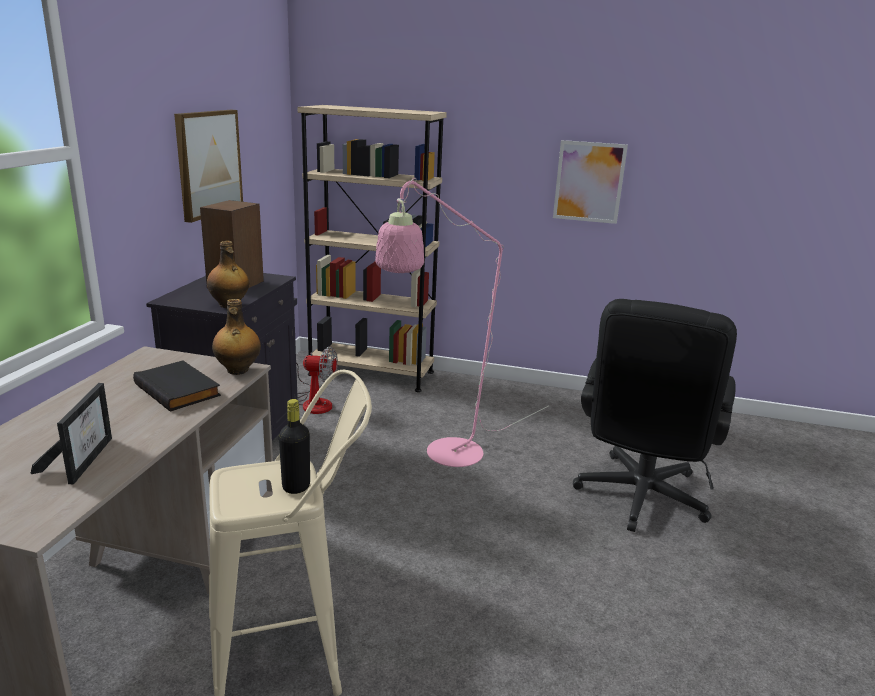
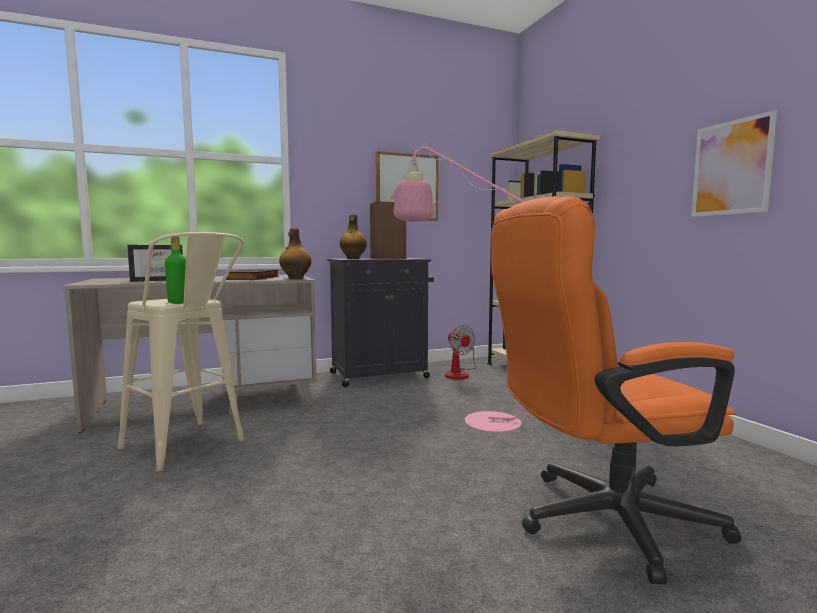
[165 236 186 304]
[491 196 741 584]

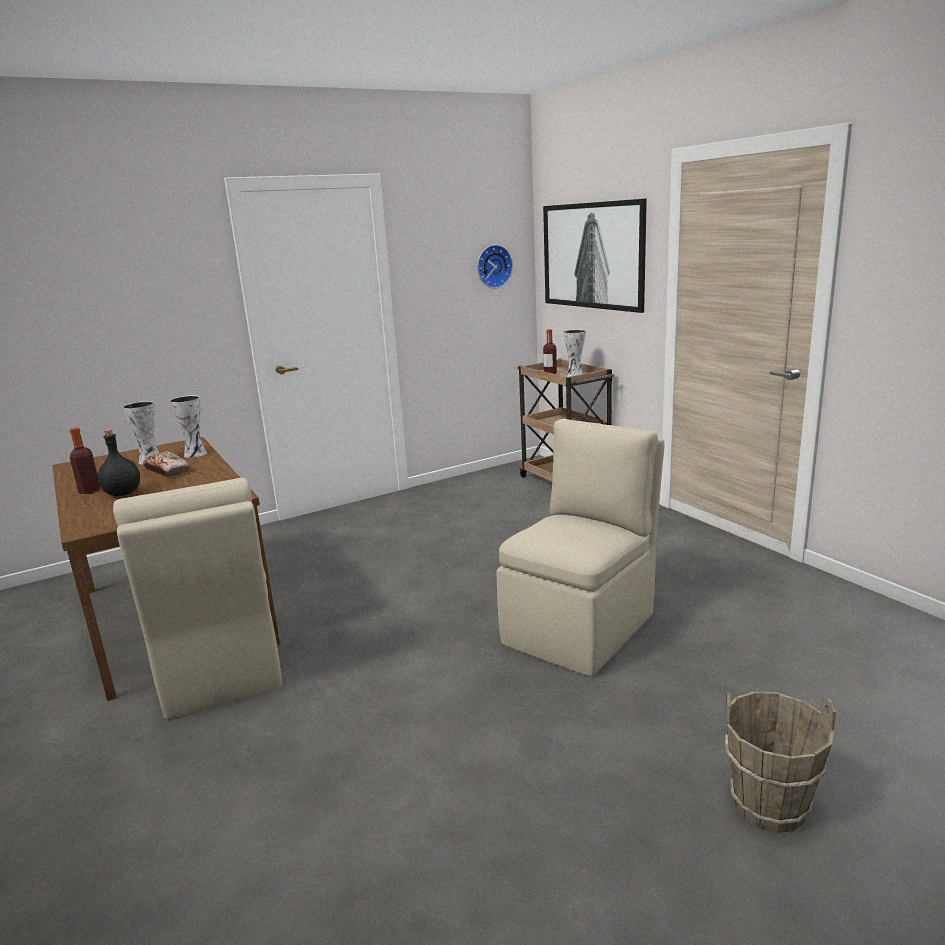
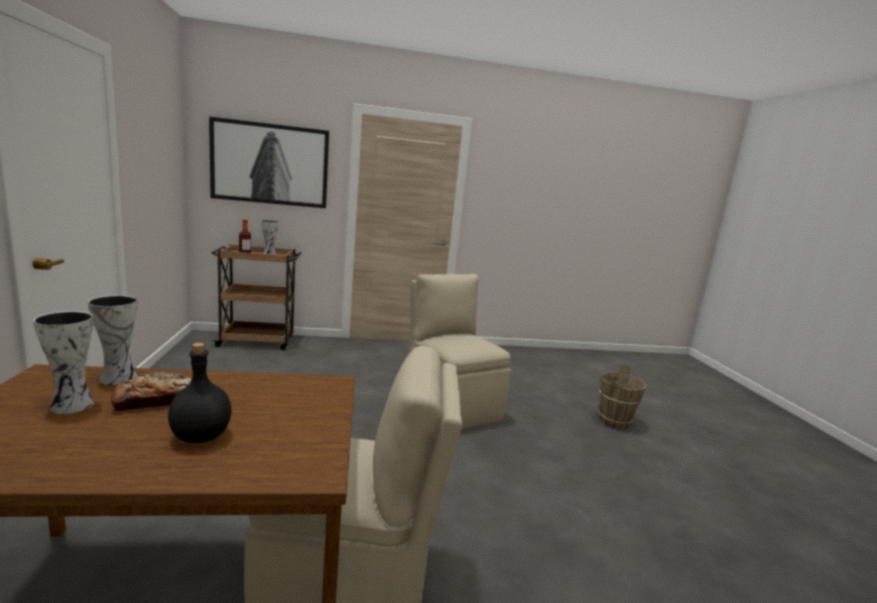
[70 427 100 494] (first image)
[477 245 513 289] (first image)

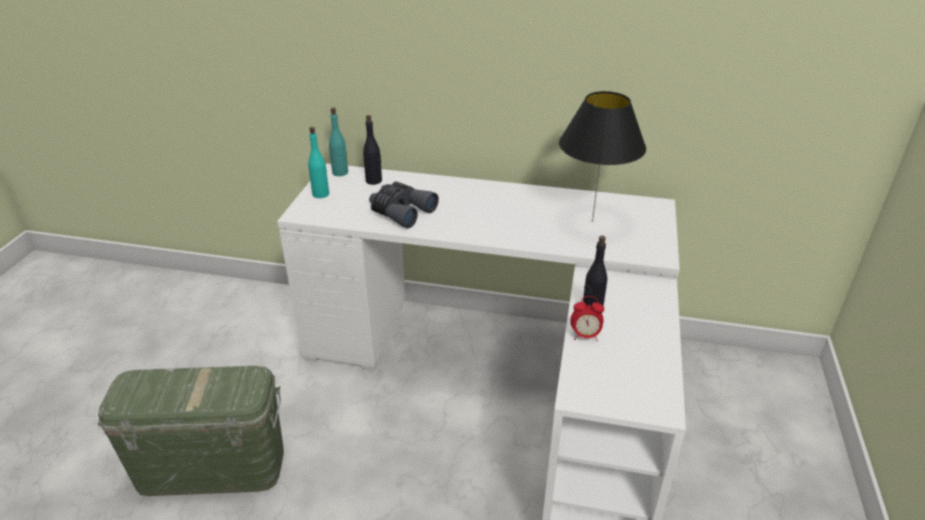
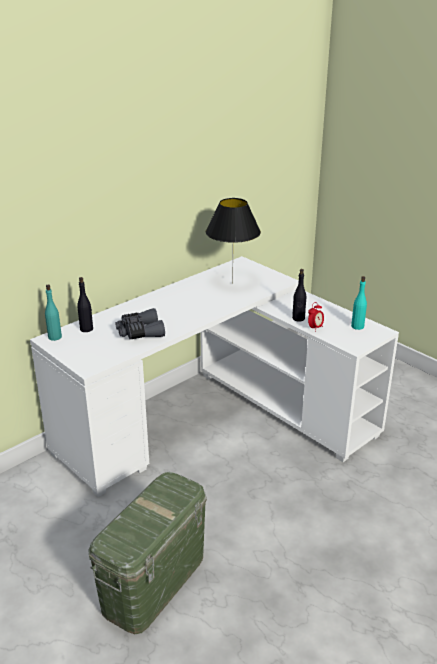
[351 276 367 330]

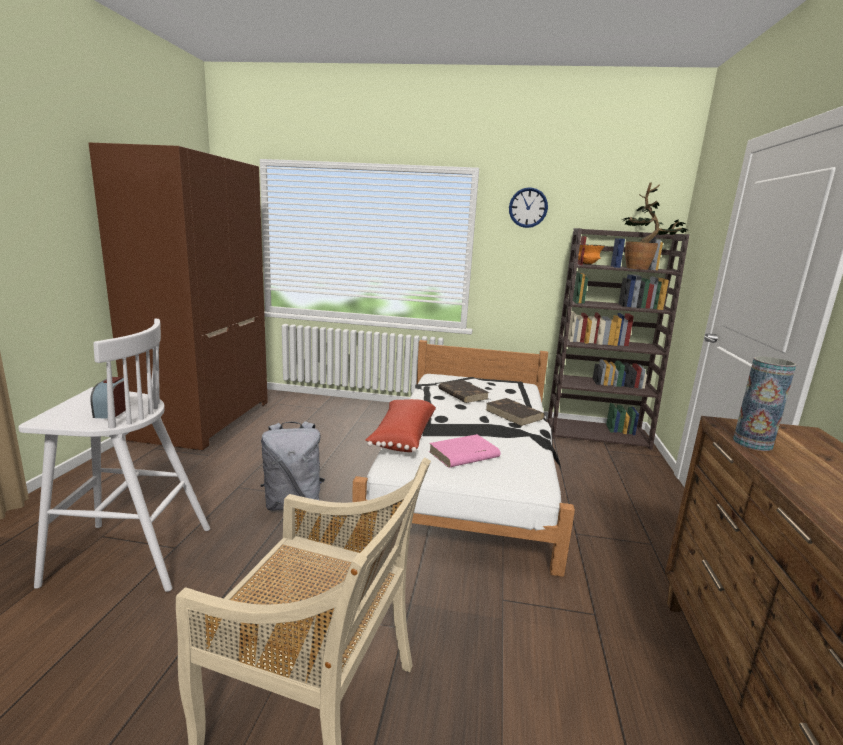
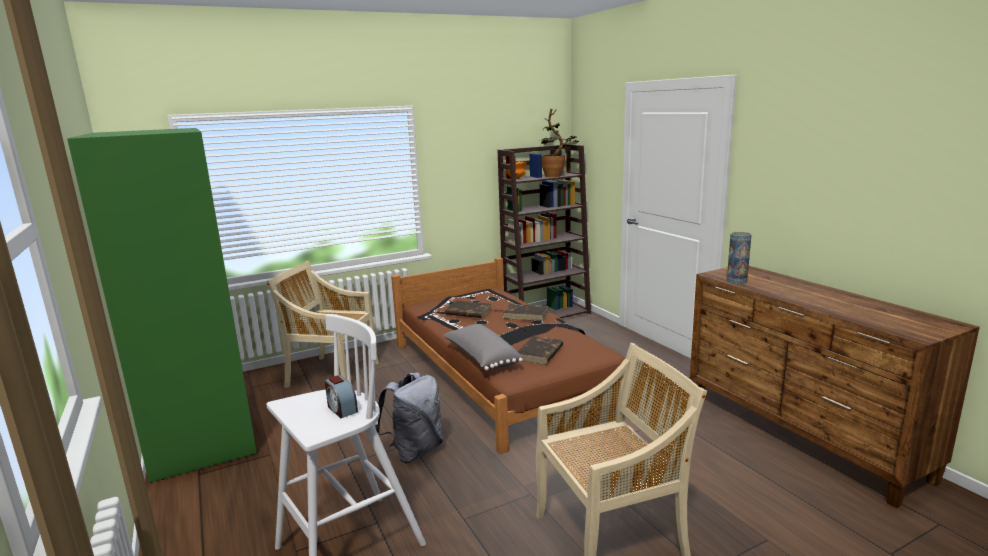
[509 187 548 228] (first image)
[266 261 379 388]
[67 128 257 483]
[391 257 625 454]
[443 324 523 370]
[518 336 563 365]

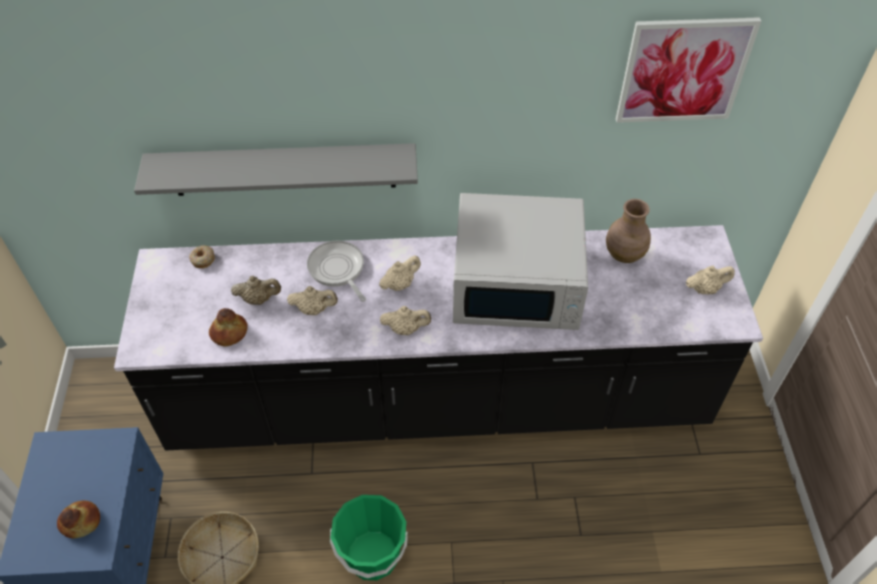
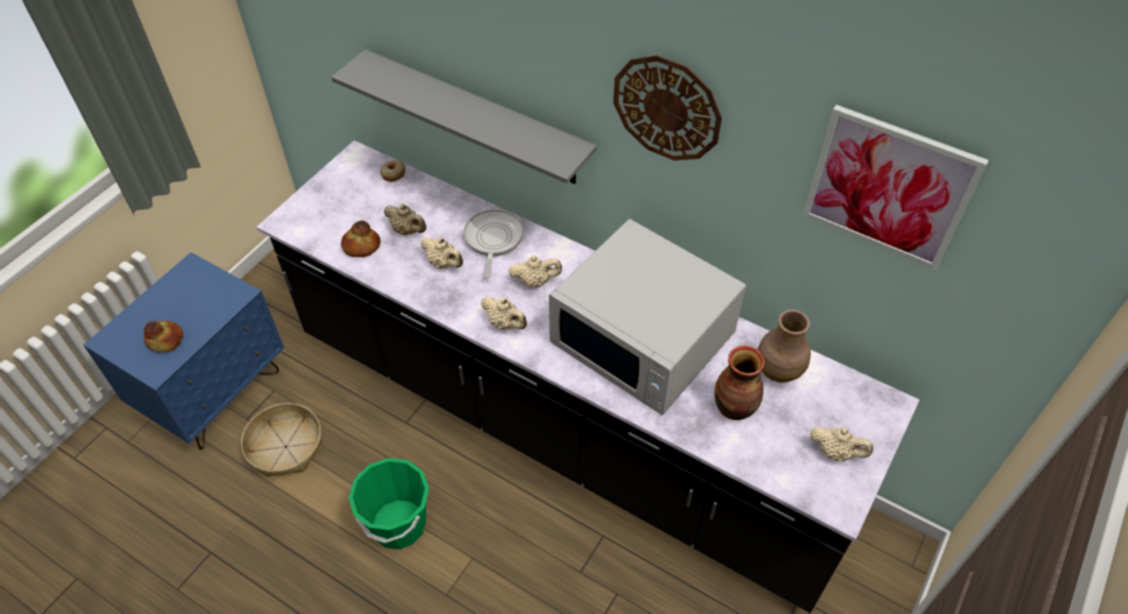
[613 55 722 161]
[714 345 765 420]

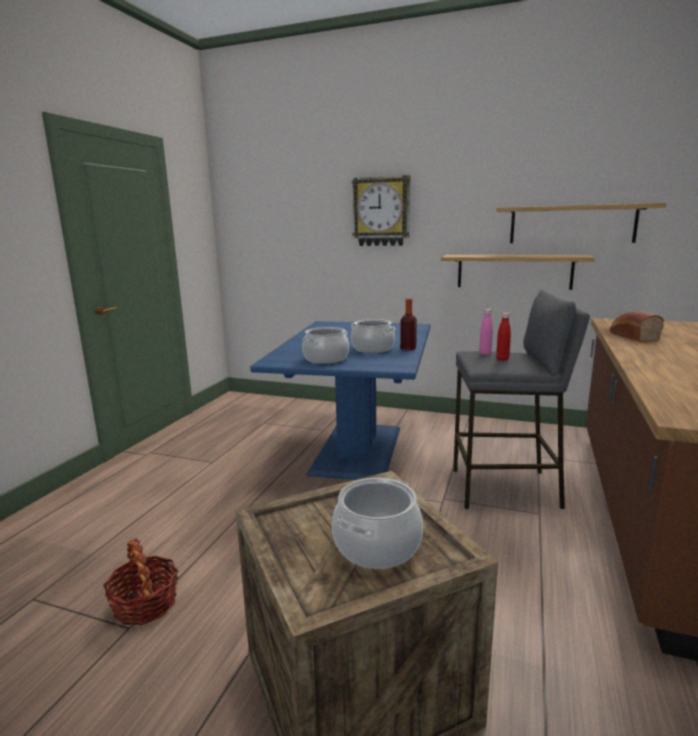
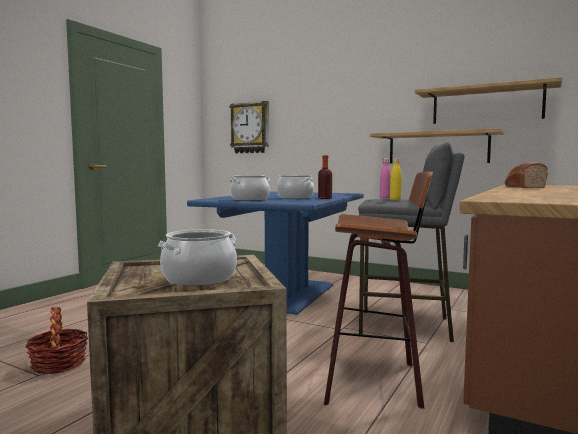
[324 172 433 409]
[229 101 269 153]
[390 158 402 200]

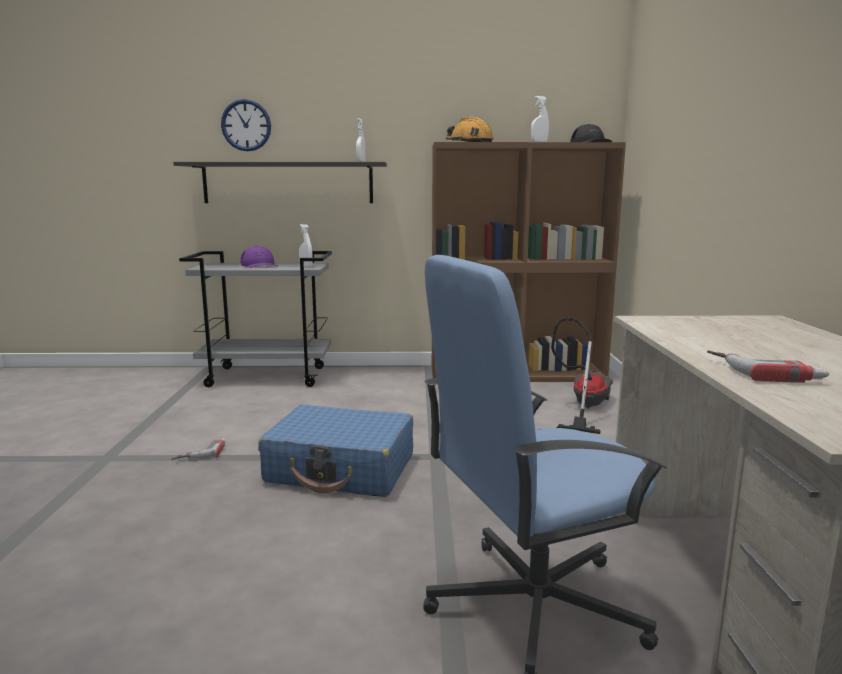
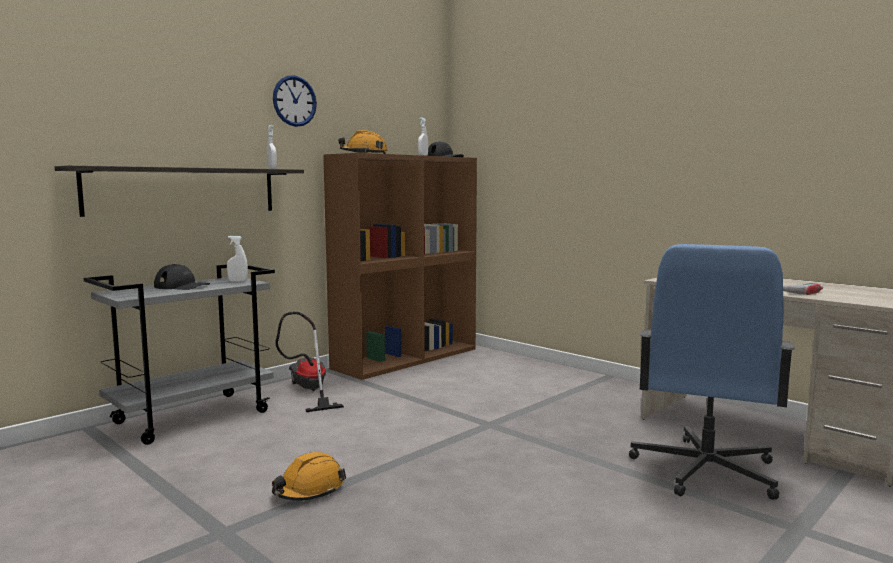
[258 404 413 497] (first image)
[273 75 317 127]
[275 312 344 412]
[272 452 346 500]
[154 264 210 290]

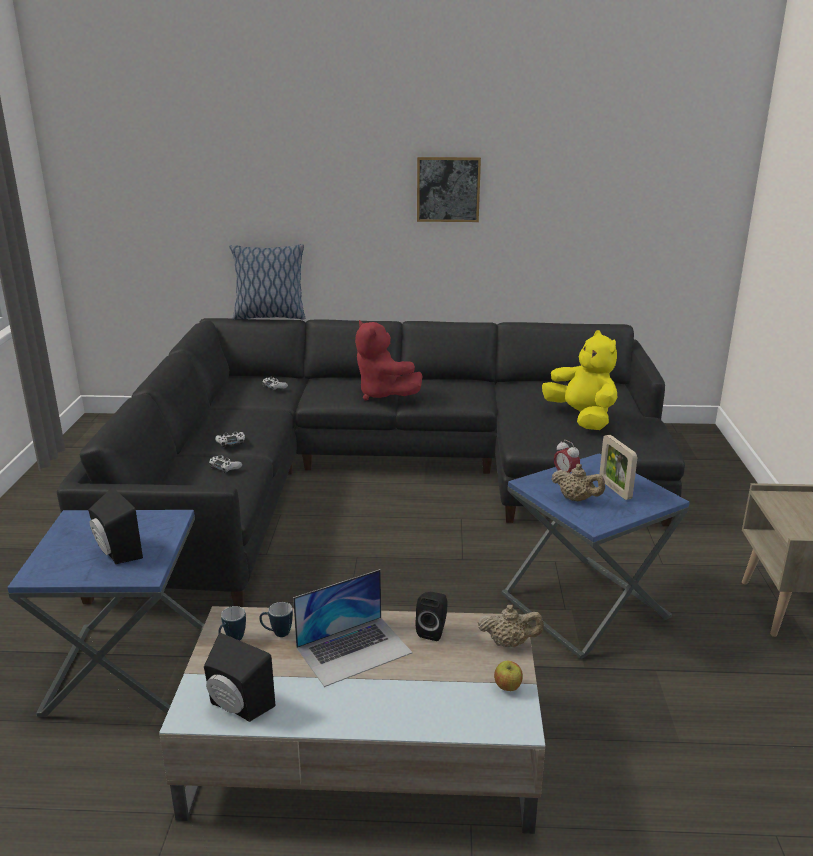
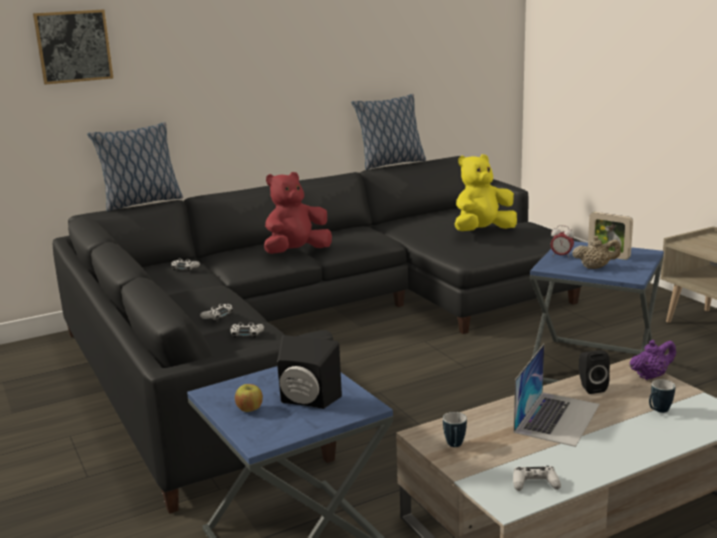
[351 94 426 170]
[649 379 675 413]
[33 10 113 85]
[235 384 263 412]
[513 466 561 491]
[629 340 676 380]
[264 172 332 254]
[455 154 517 231]

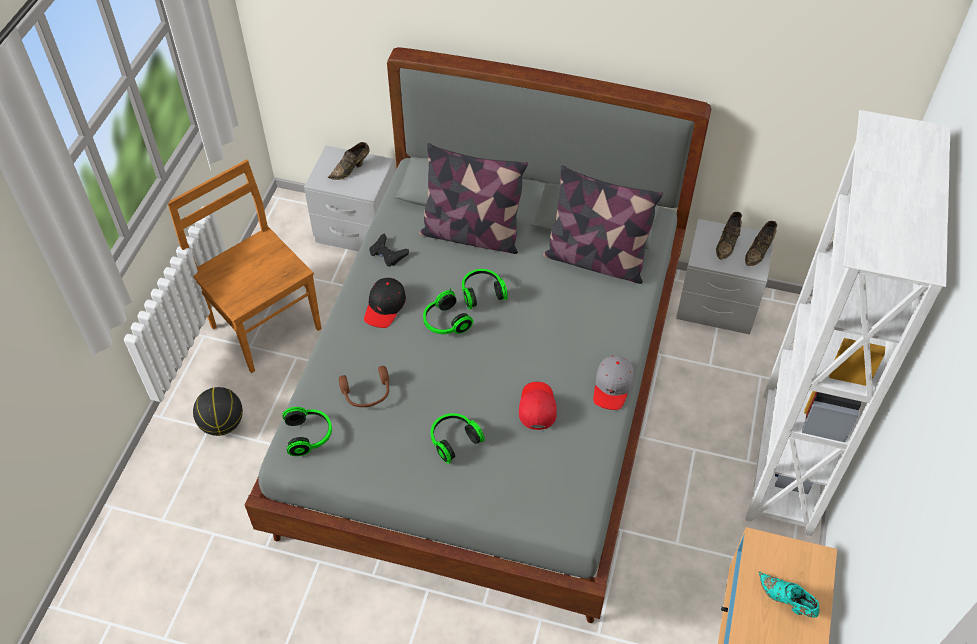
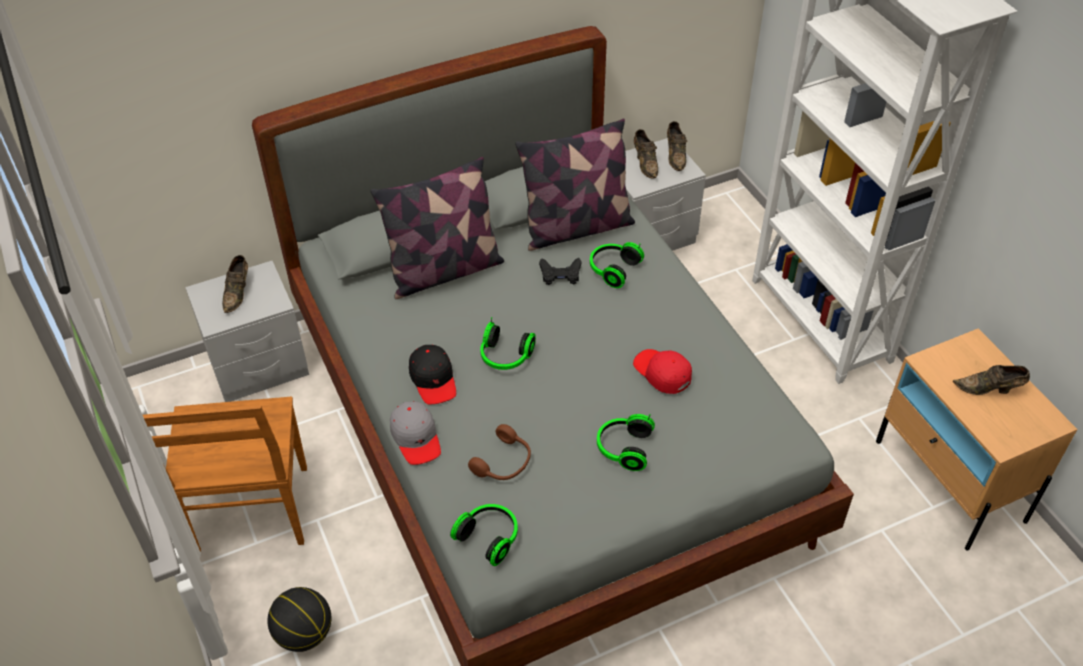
[539 258 581 285]
[590 242 644 288]
[390 401 441 465]
[953 365 1030 395]
[143 396 307 552]

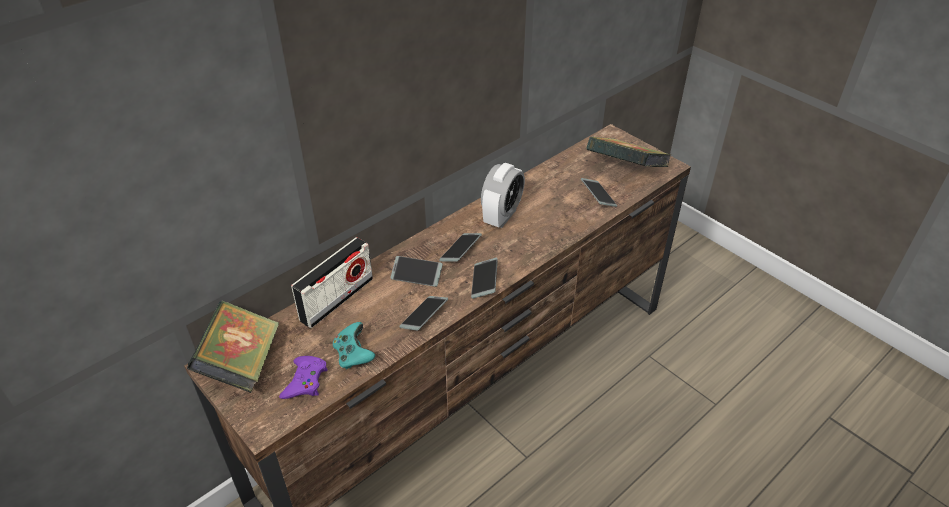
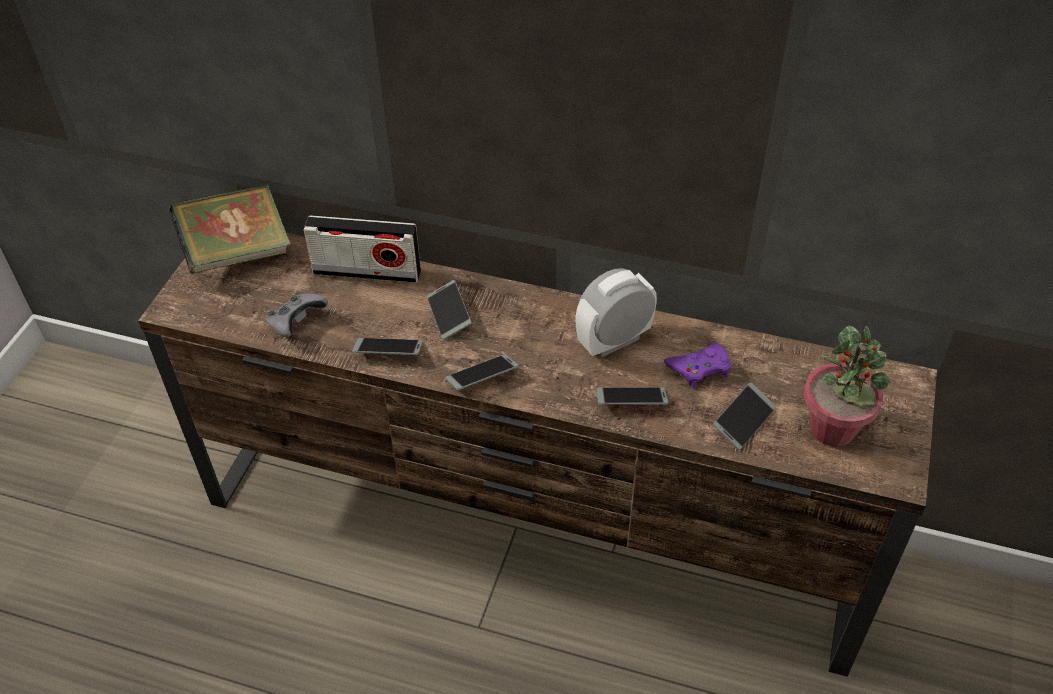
[664 342 731 389]
[597 387 668 405]
[804 325 890 447]
[267 293 328 337]
[576 268 657 358]

